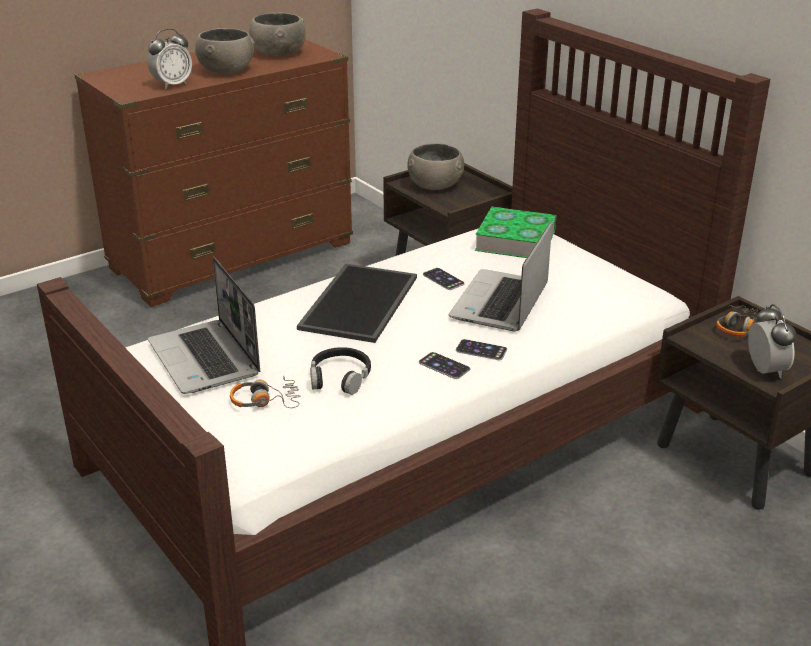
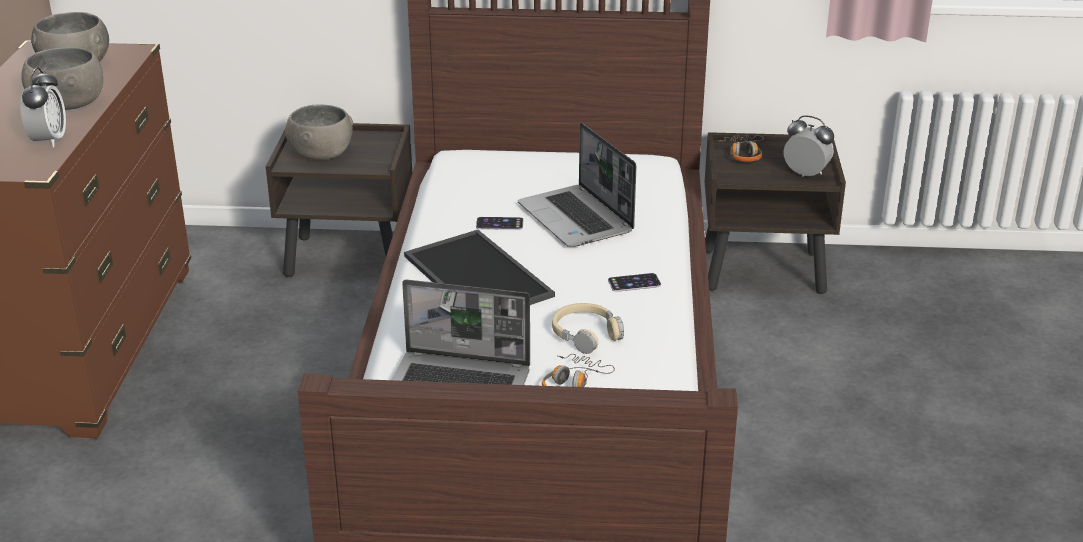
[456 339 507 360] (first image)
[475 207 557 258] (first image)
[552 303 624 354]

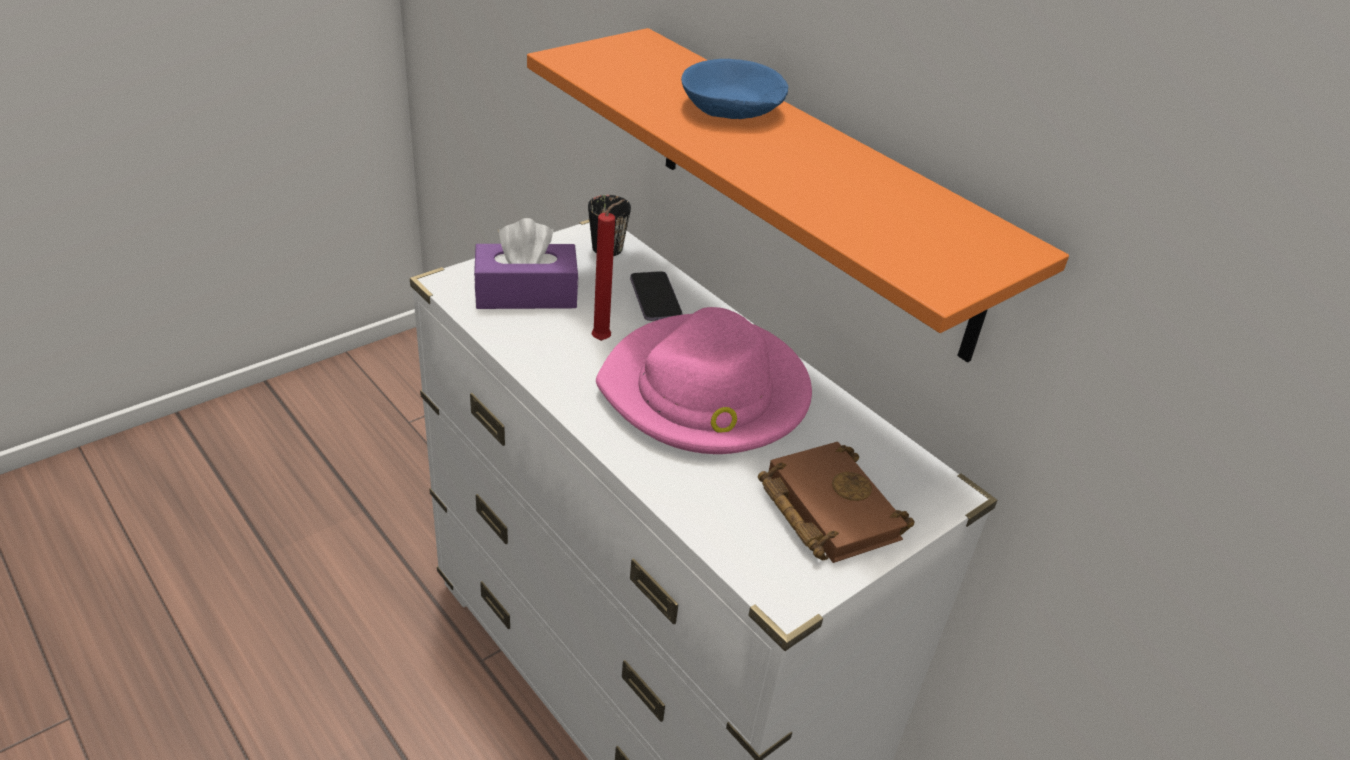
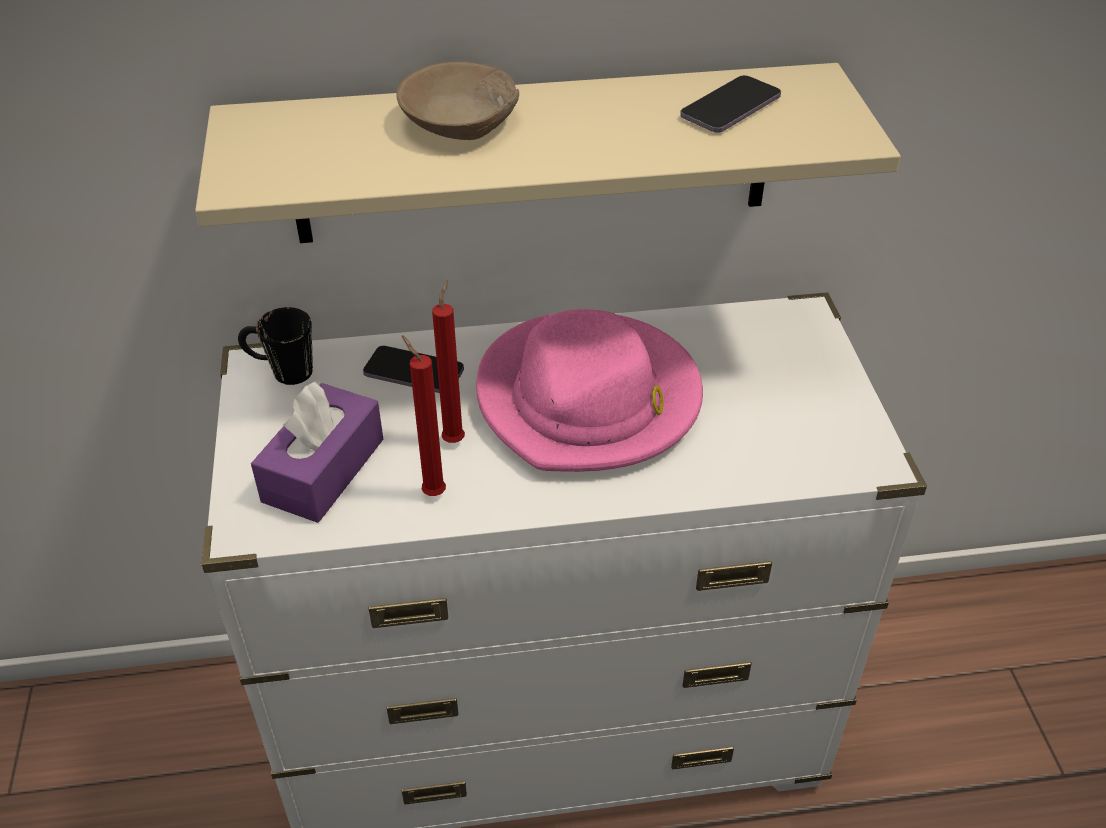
[758 442 915 563] (first image)
[402 335 446 496]
[680 75 781 133]
[195 63 901 243]
[396 61 519 140]

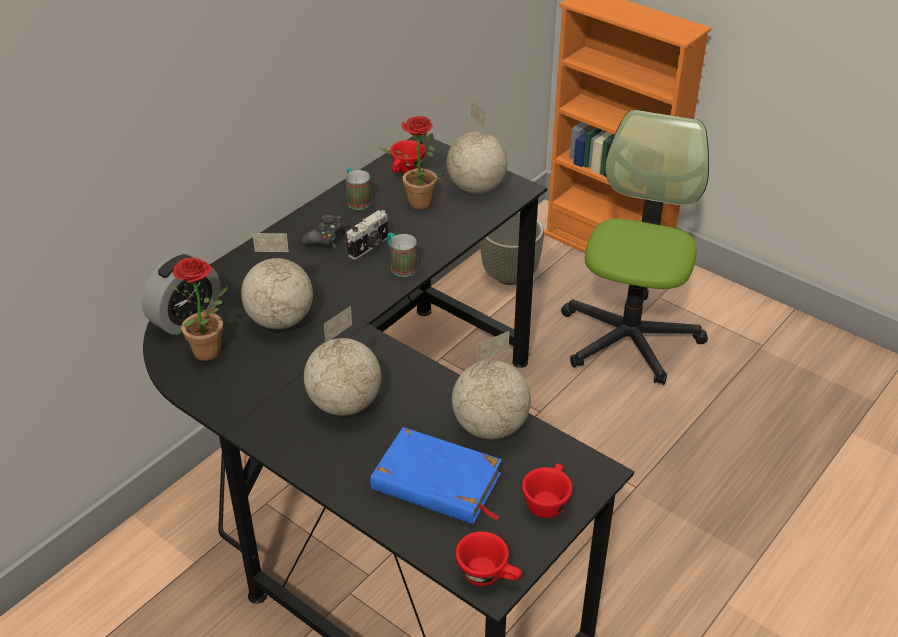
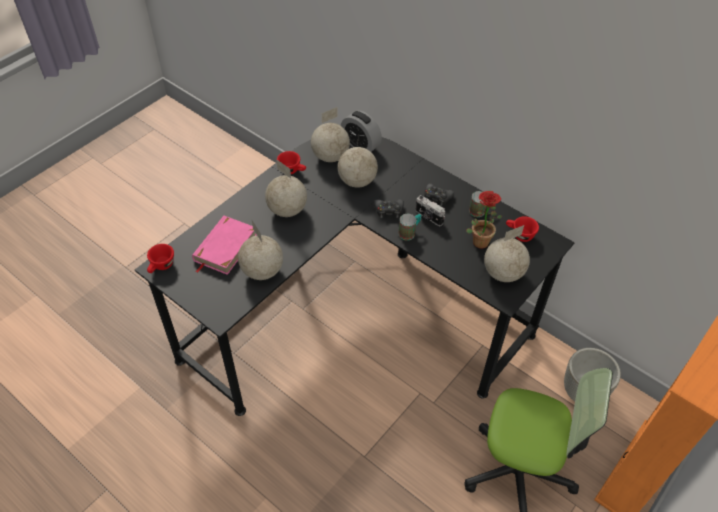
[374 199 404 218]
[277 151 306 174]
[311 107 350 162]
[192 216 257 275]

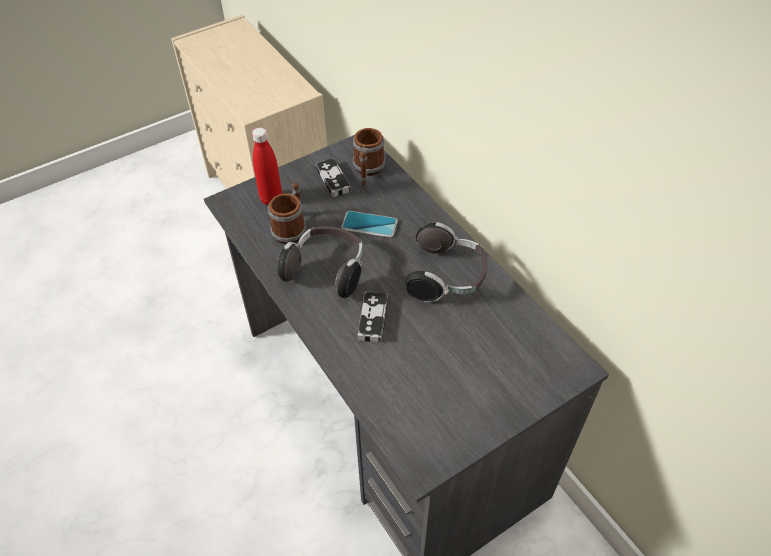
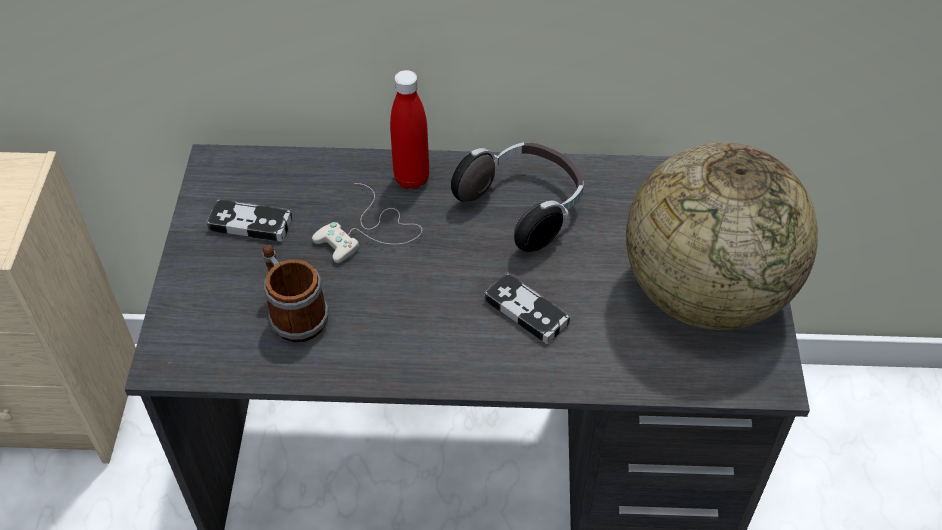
[277 226 363 298] (first image)
[353 128 385 186] (first image)
[626 142 818 330]
[390 70 429 189]
[312 183 422 263]

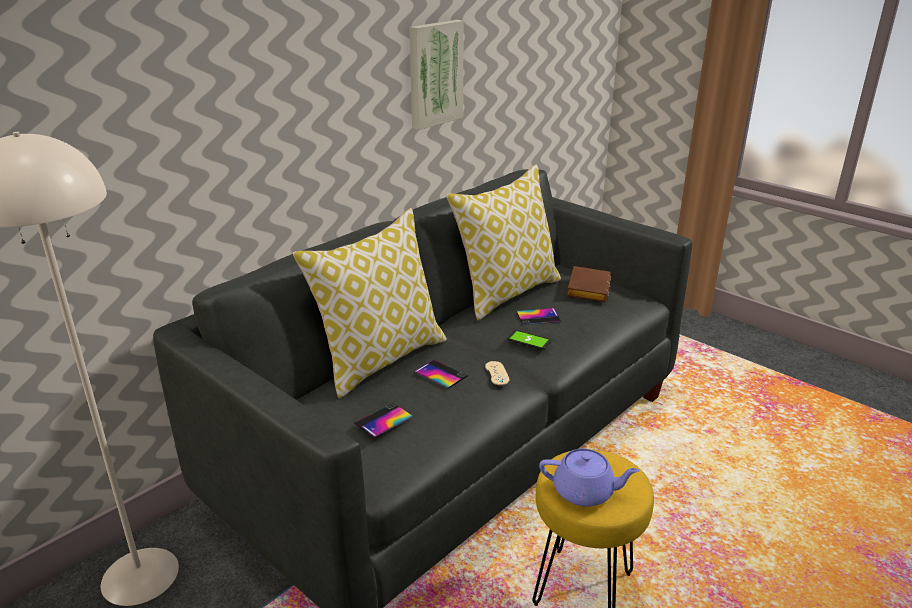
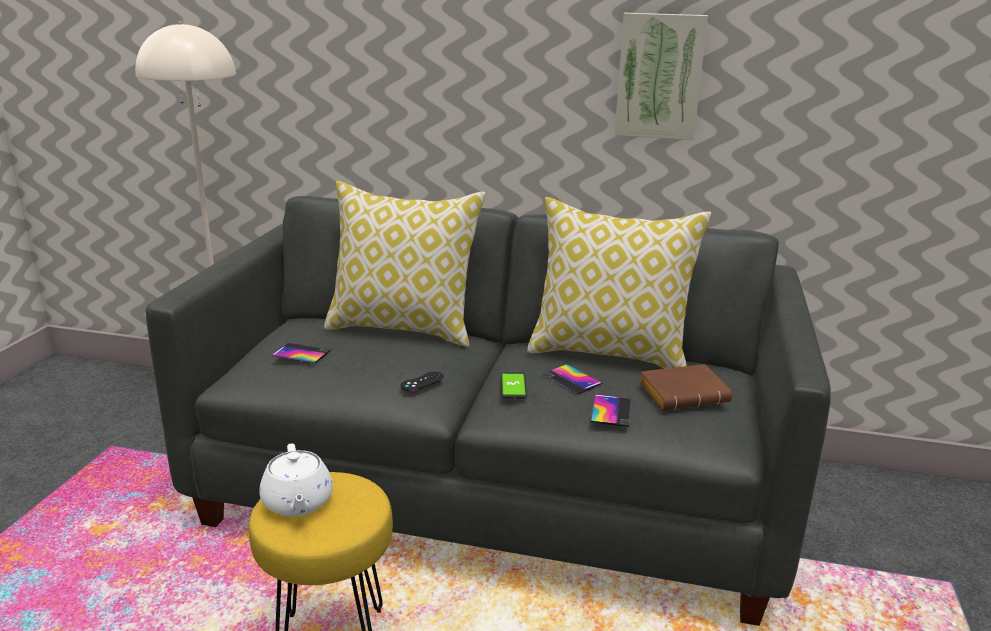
[591 394 631 427]
[401 372 444 391]
[259 444 333 517]

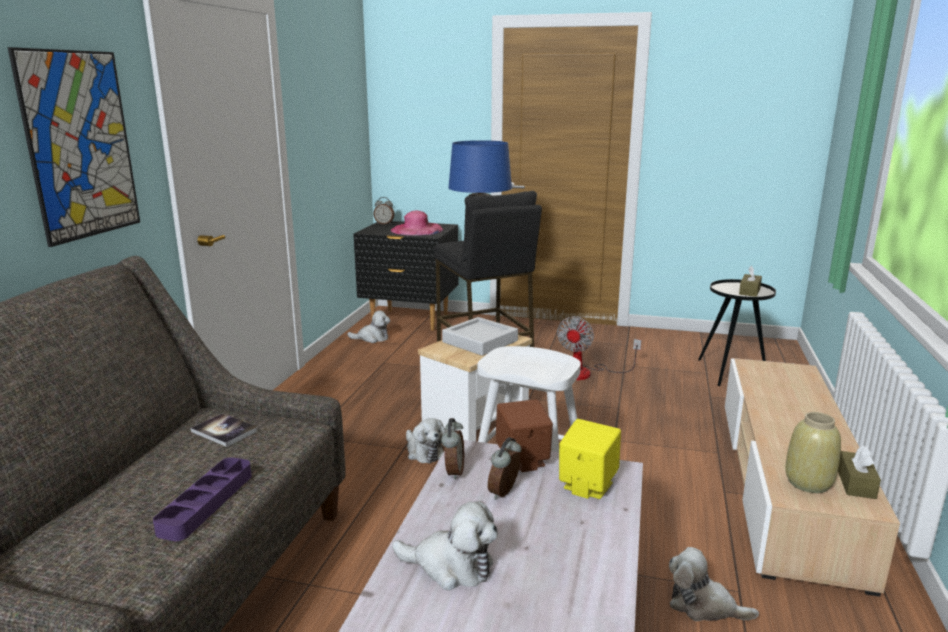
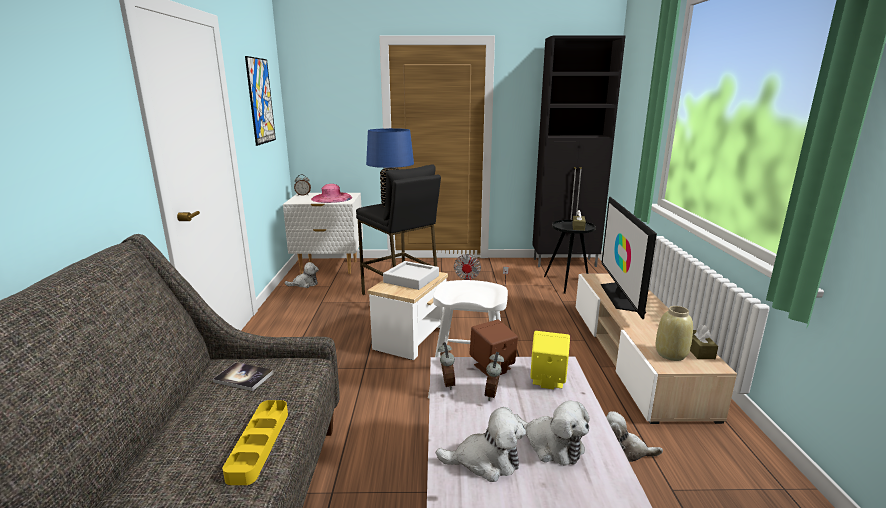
[532 36 625 267]
[601 197 657 319]
[245 56 276 146]
[514 401 590 465]
[222 400 288 485]
[283 193 363 274]

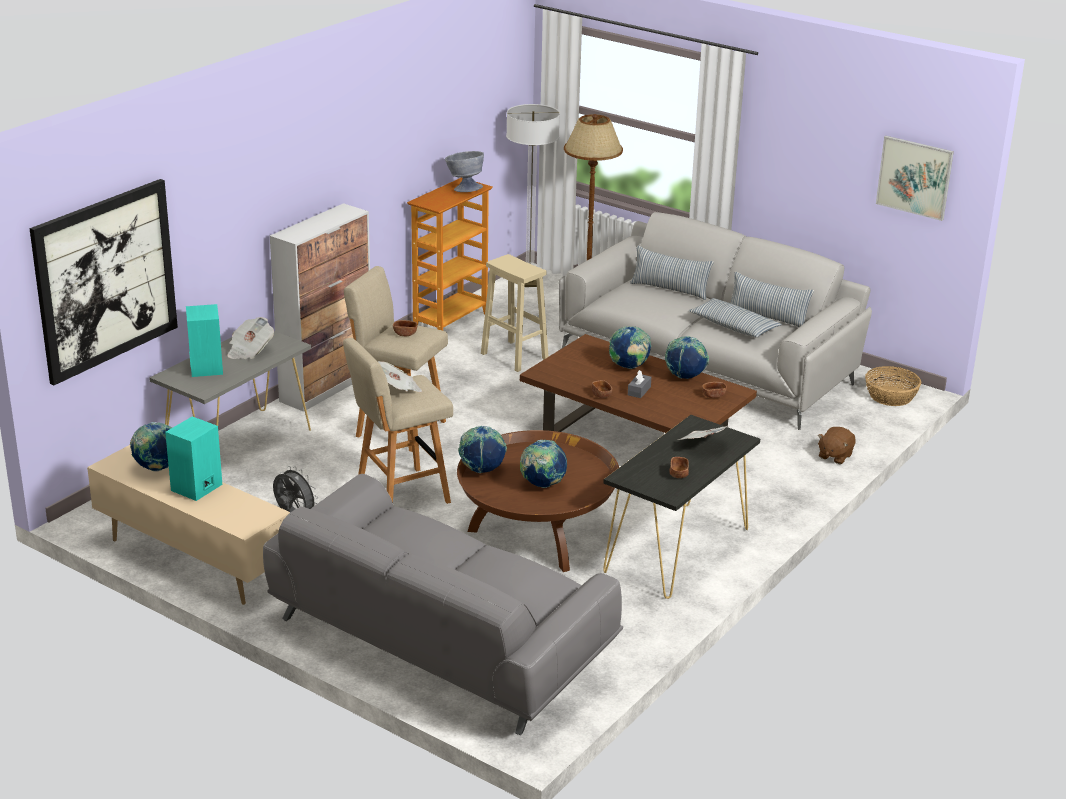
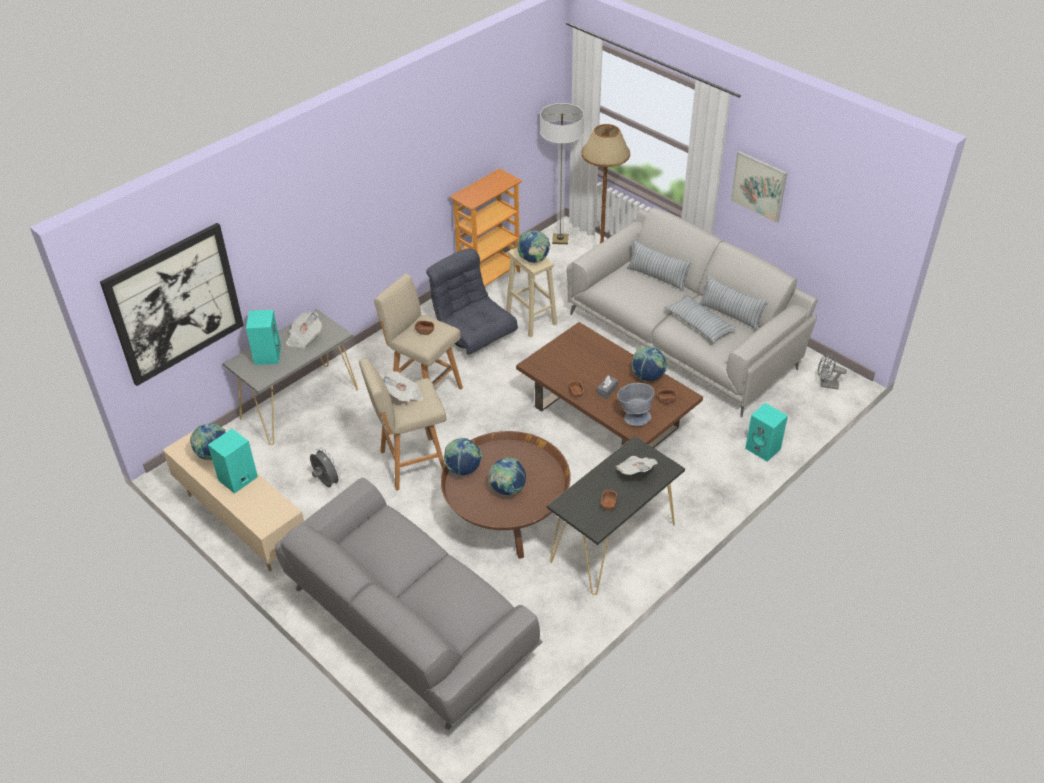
[270 203 370 412] (first image)
[426 248 518 355]
[617 383 654 426]
[517 231 550 263]
[730 151 787 223]
[745 403 788 462]
[818 352 847 389]

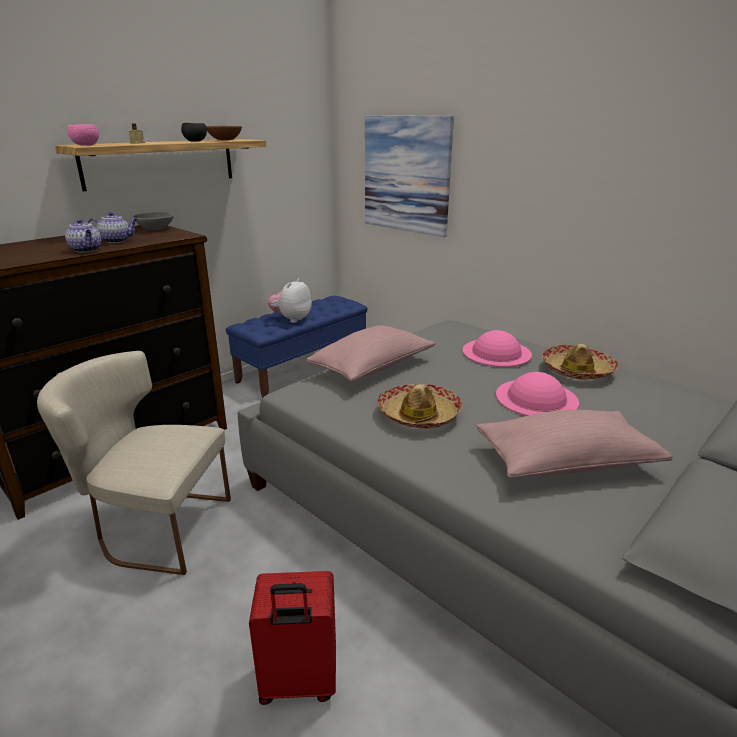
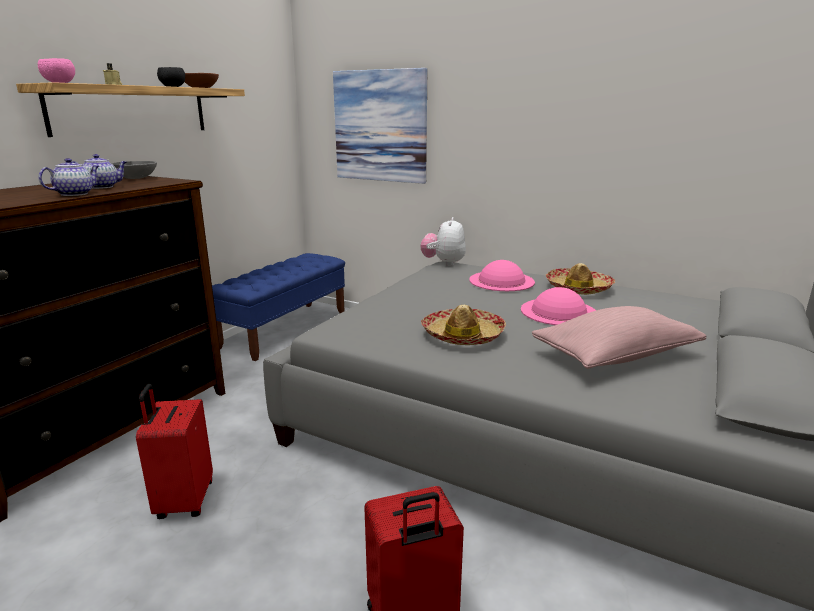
[307 325 436 382] (first image)
[421 217 466 266]
[136 384 213 519]
[38 158 99 196]

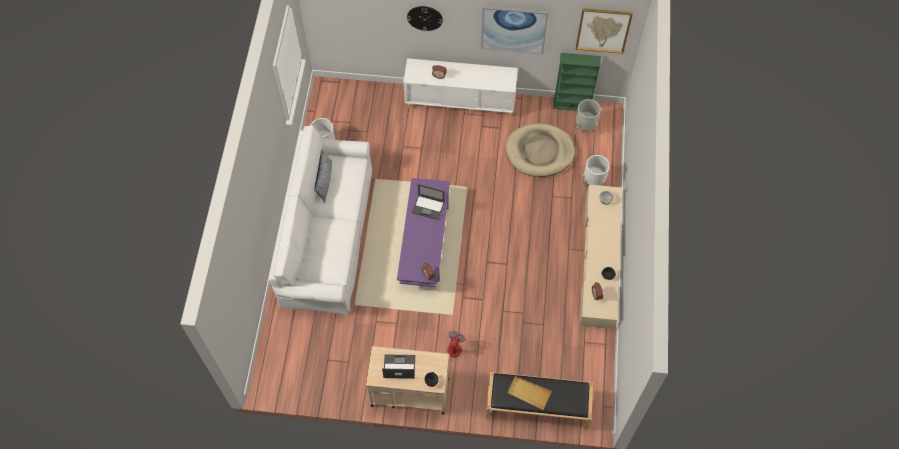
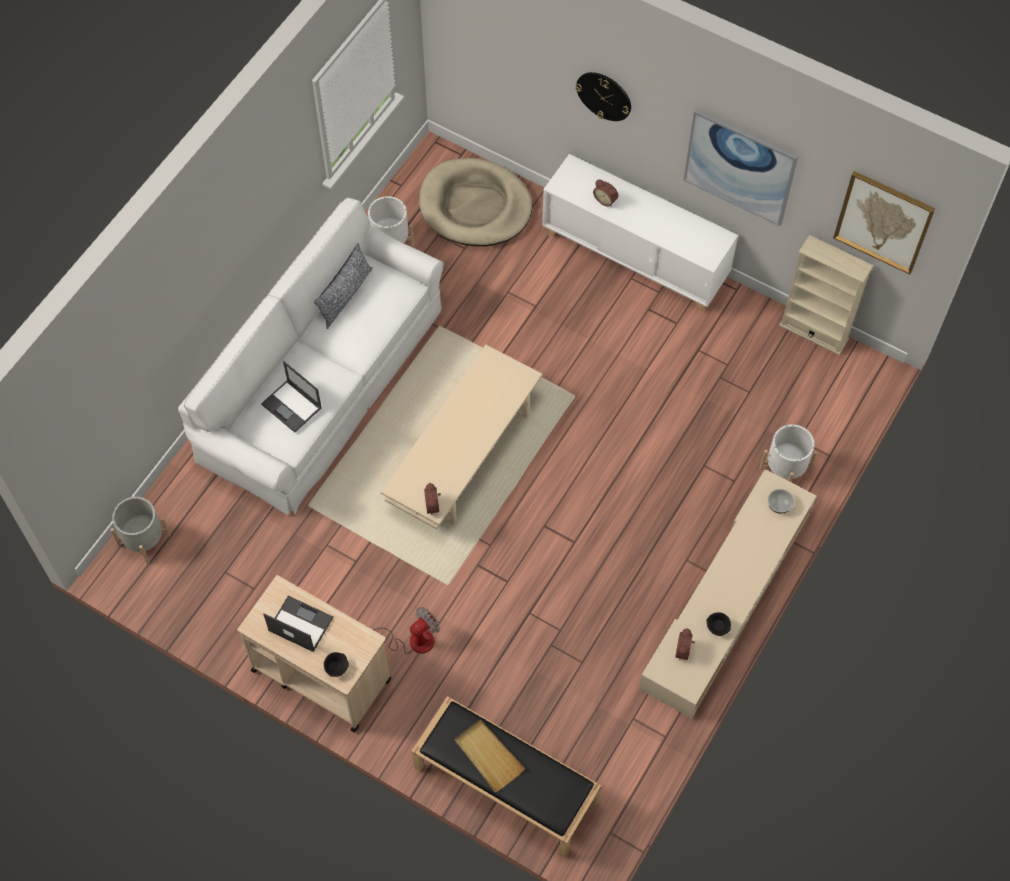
[261 361 322 432]
[419 158 532 246]
[111 497 171 564]
[381 344 542 529]
[779 235 874 355]

